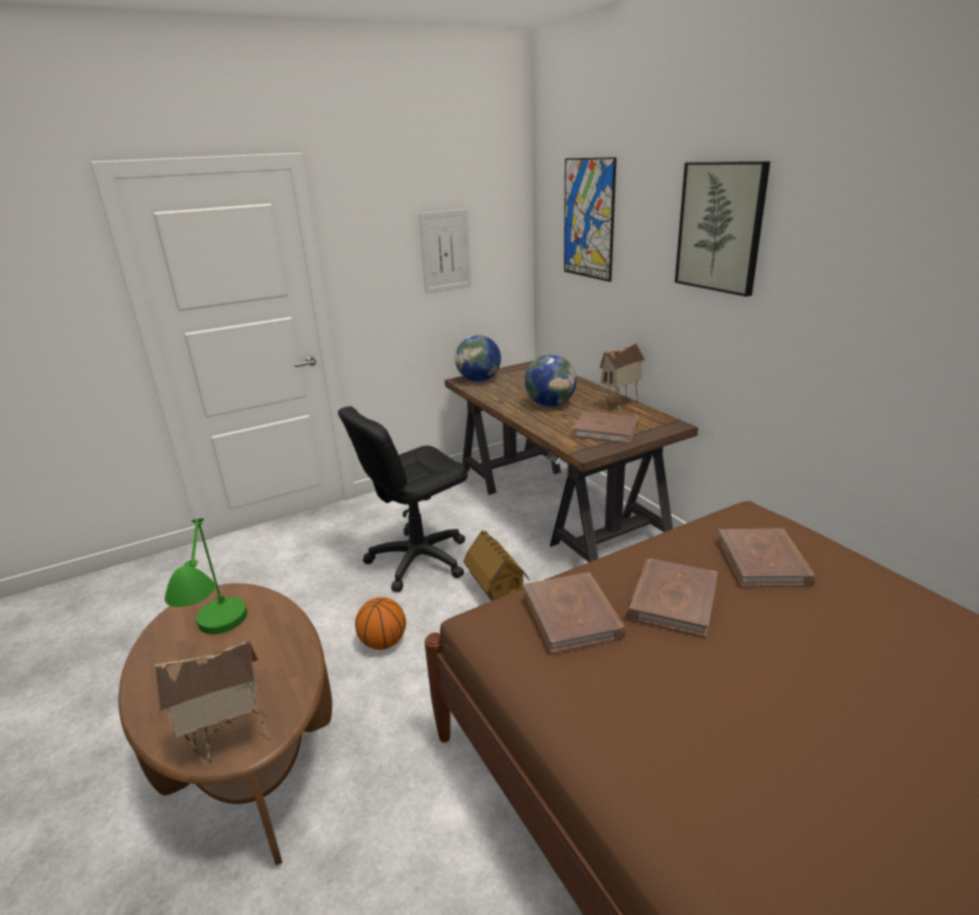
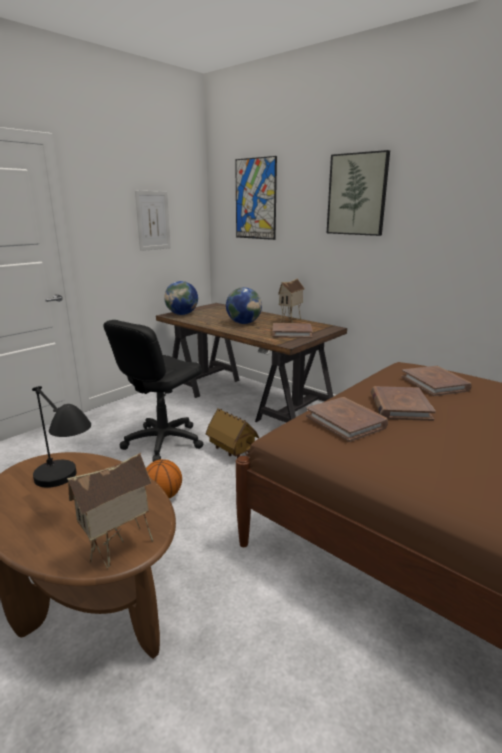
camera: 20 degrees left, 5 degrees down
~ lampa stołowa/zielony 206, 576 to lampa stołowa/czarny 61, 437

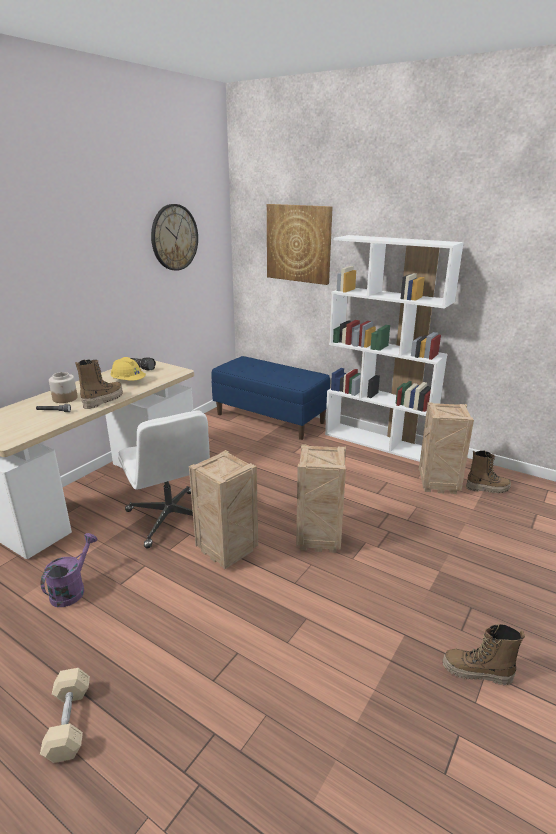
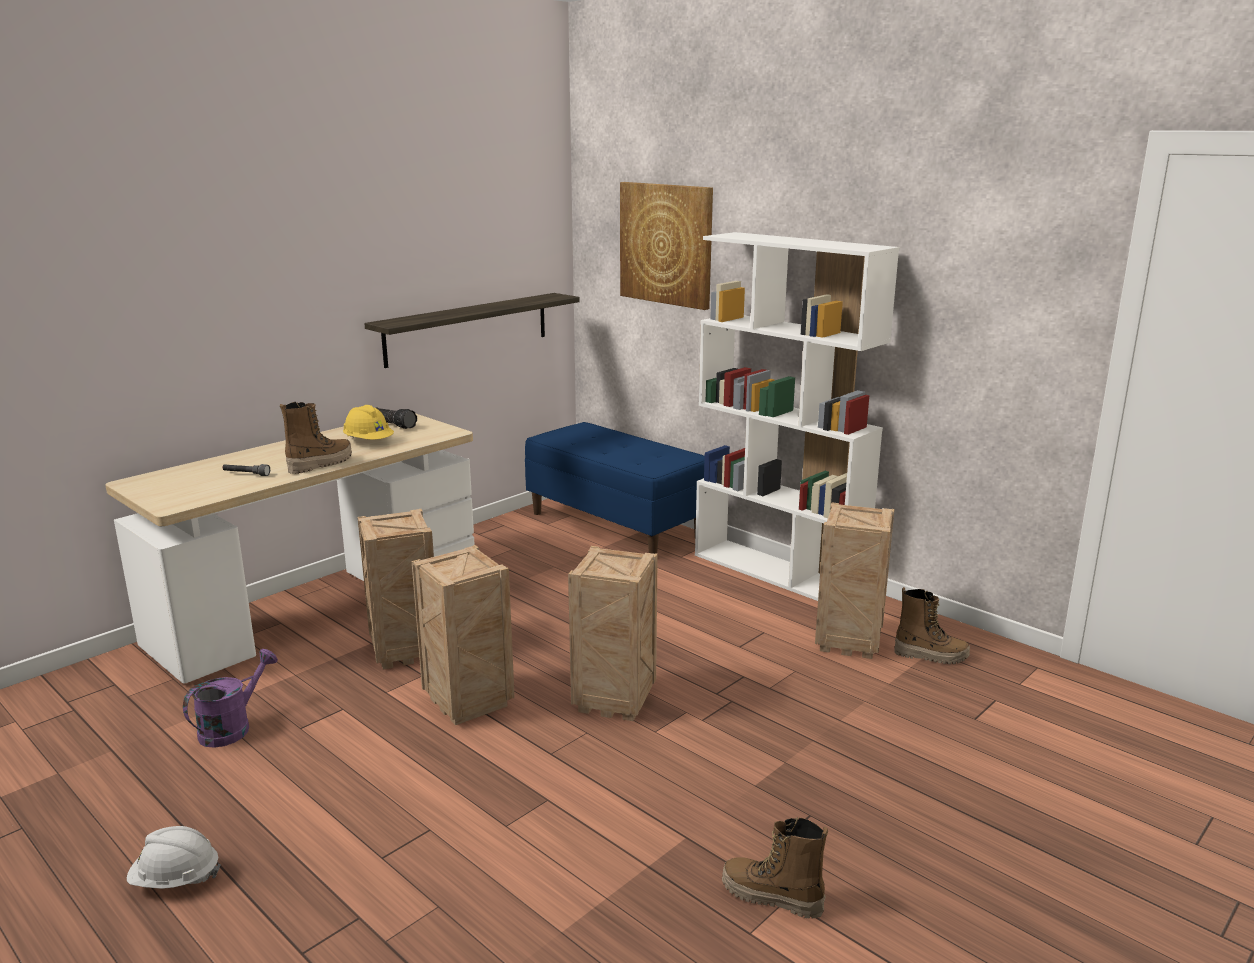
camera: 10 degrees right, 5 degrees down
- zegar ścienny 174, 237
- słoik 63, 387
~ krzesło biurowe/biały 164, 479 to skrzynka 395, 589
~ hantel/beżowy 65, 715 to kask/biały 174, 857
+ półka 472, 330

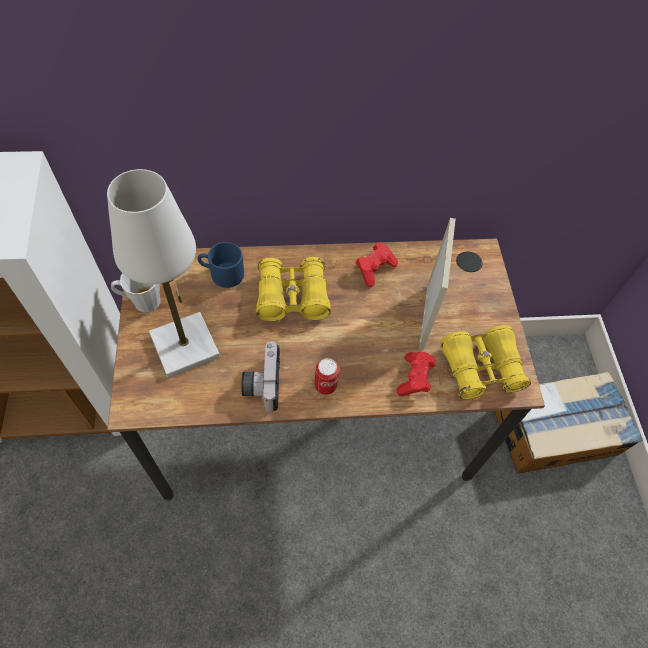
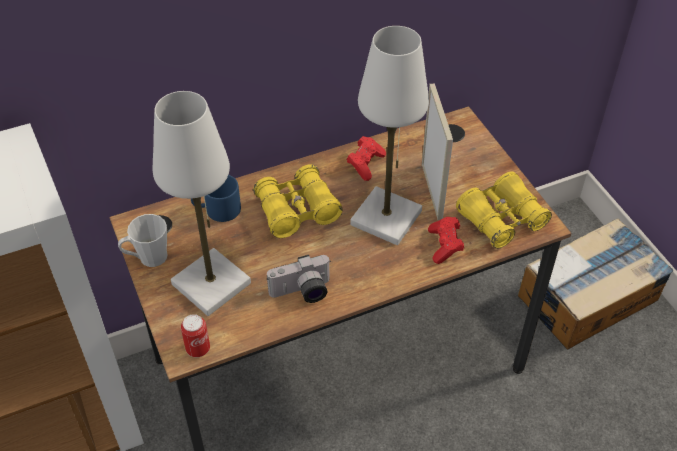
camera: 15 degrees left, 10 degrees down
~ aparat fotograficzny 260, 376 = 298, 279 90 degrees counterclockwise
~ puszka 326, 376 to 195, 335
+ lampa stołowa/biały 389, 135

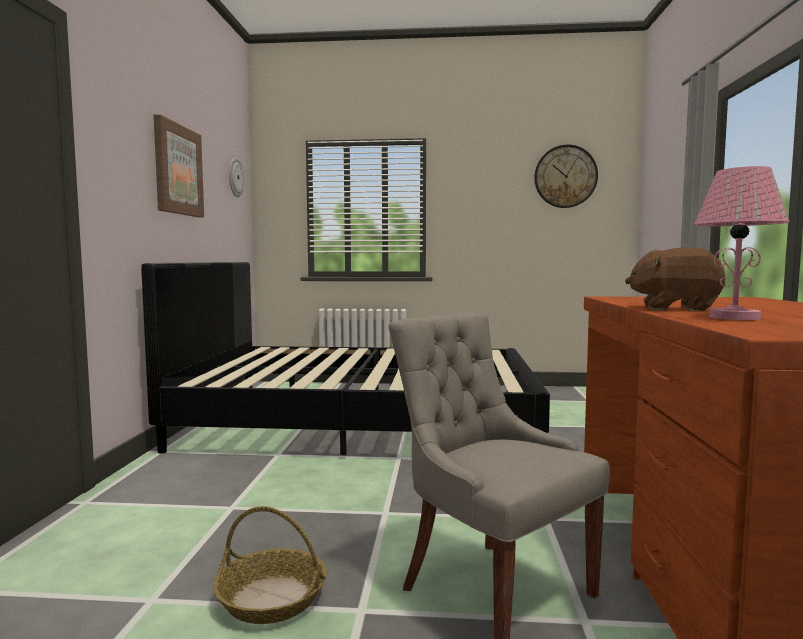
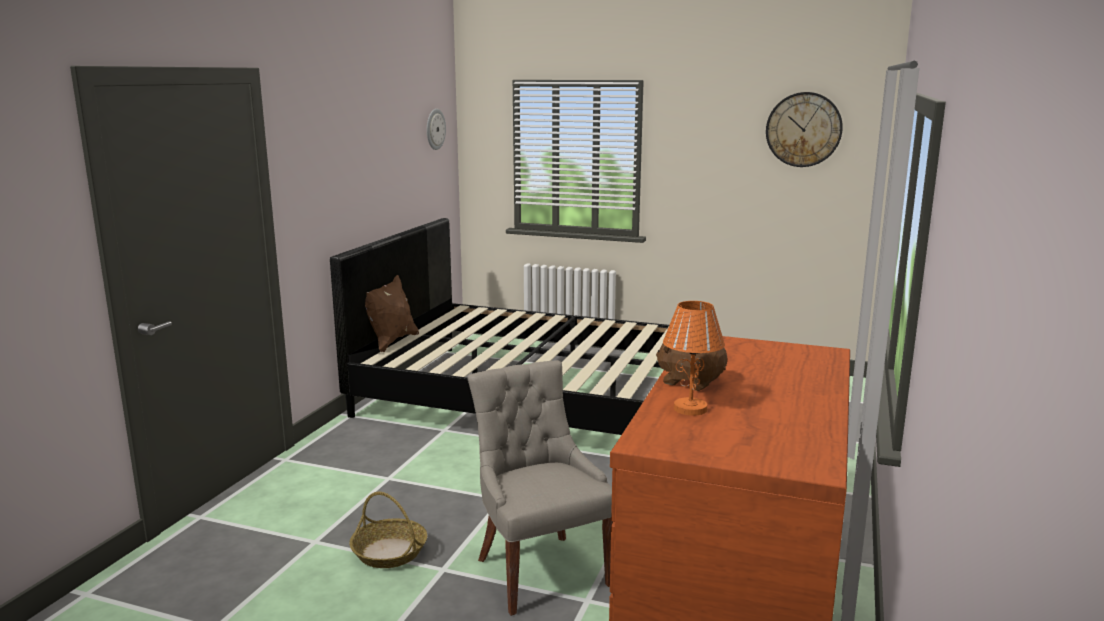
camera: 15 degrees right, 10 degrees up
- obraz 179, 166
~ lampa stołowa/różowy 742, 243 to lampa stołowa/pomarańczowy 694, 358
+ poduszka/brązowy 392, 313

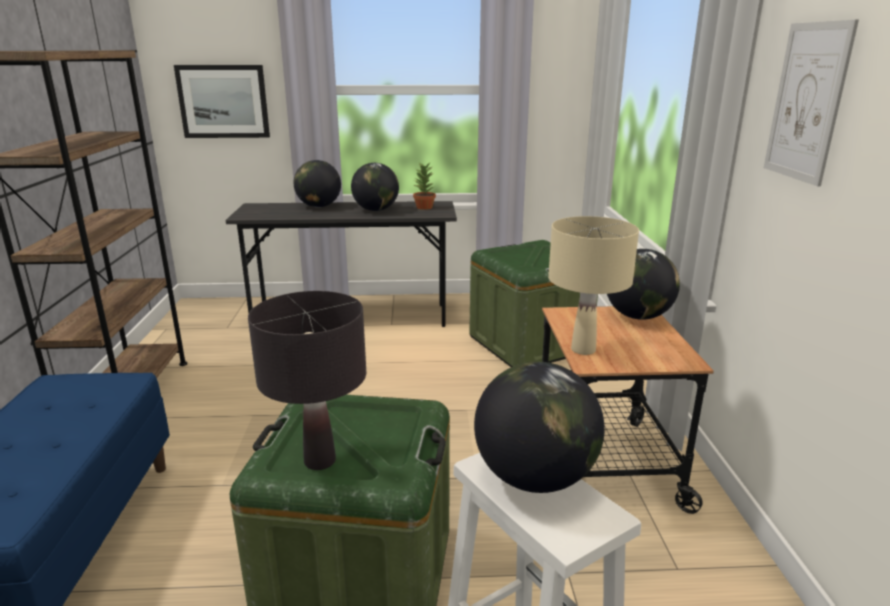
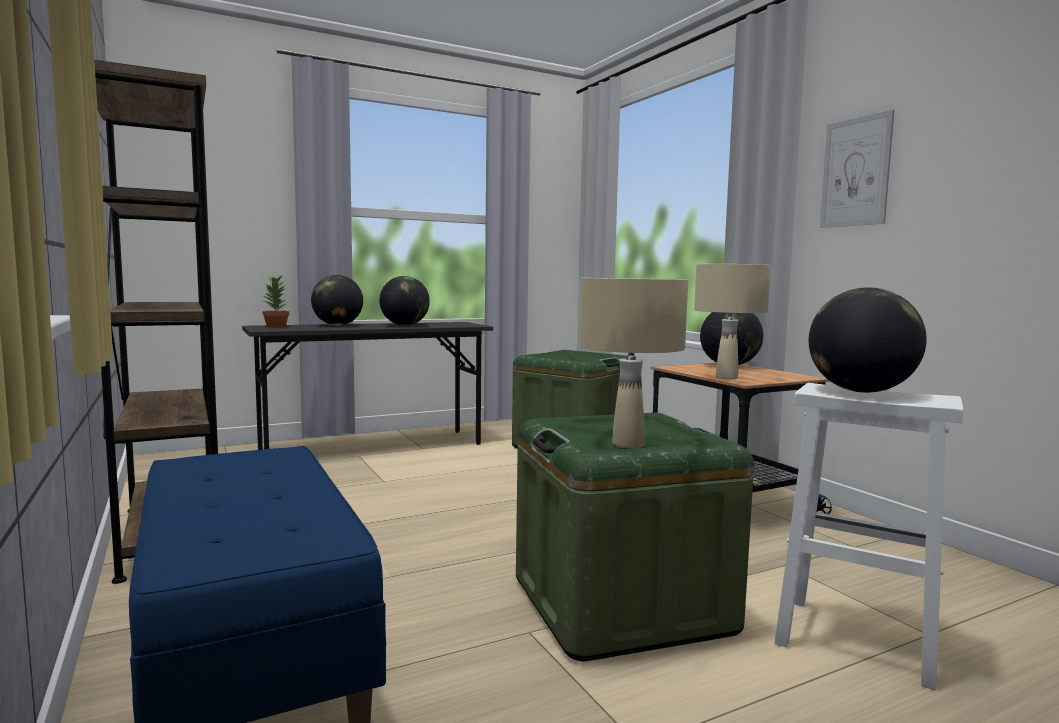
camera: 25 degrees left, 15 degrees down
- obraz 222, 101
~ roślina doniczkowa 424, 186 to 275, 301
~ lampa stołowa/czarny 307, 380 to lampa stołowa/beżowy 633, 363

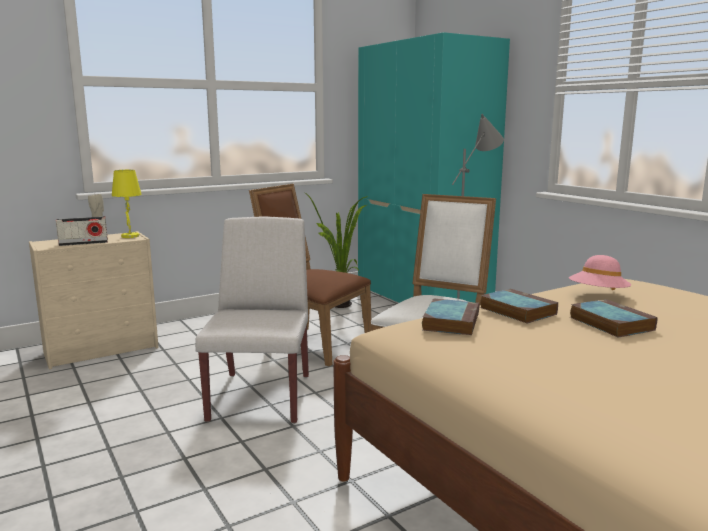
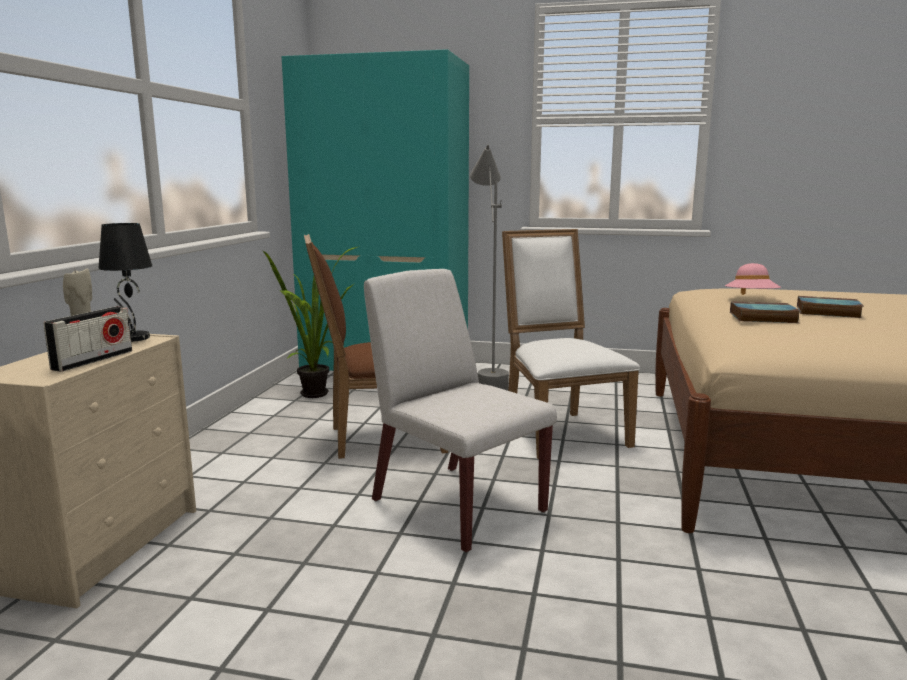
camera: 45 degrees left, 0 degrees up
~ lampa stołowa/żółty 127, 204 to lampa stołowa/czarny 125, 282
- książka 450, 317

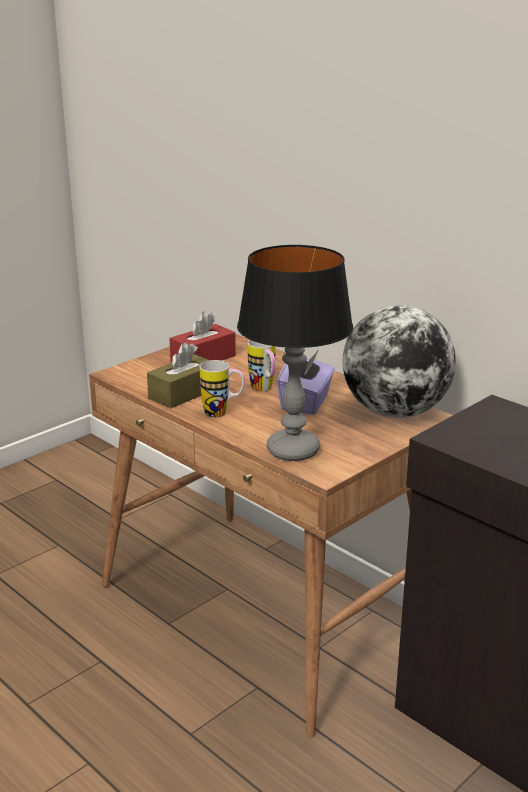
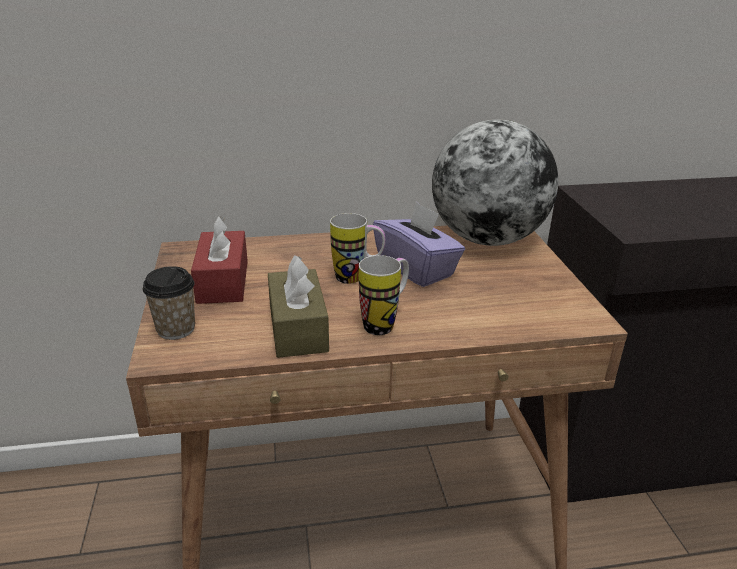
camera: 55 degrees left, 5 degrees up
- lampa stołowa 295, 353
+ filiżanka 169, 303

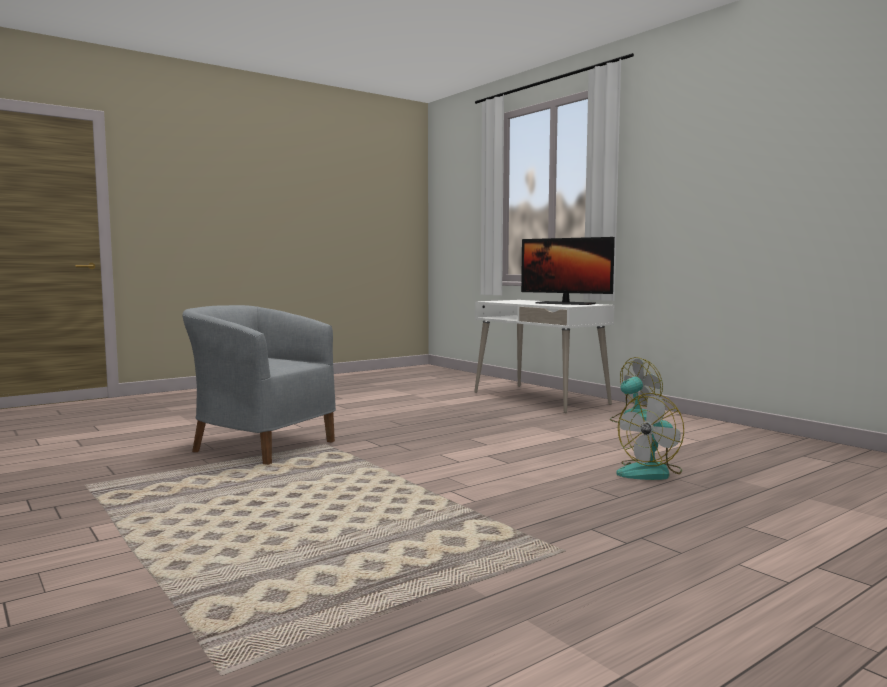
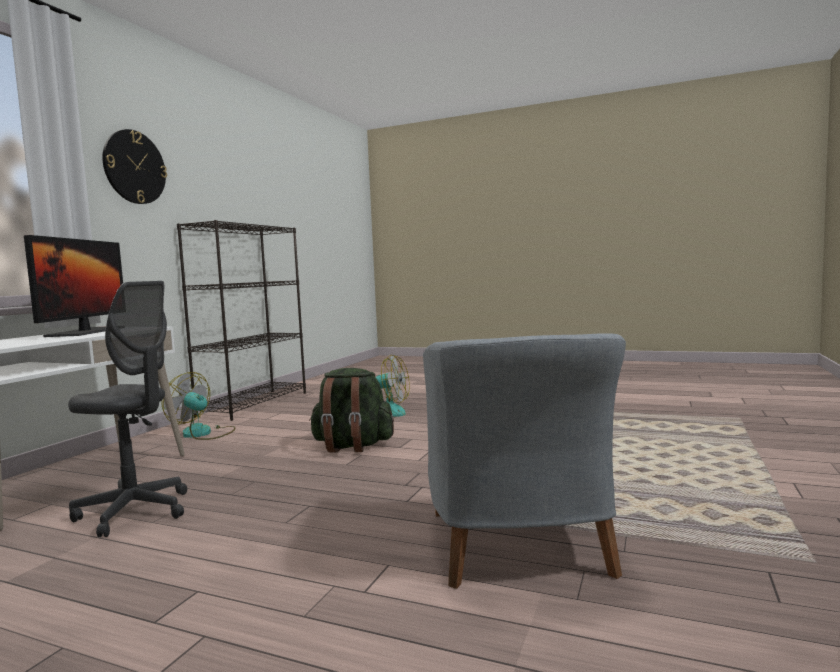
camera: 120 degrees left, 0 degrees up
+ zegar ścienny 134, 166
+ regał/czarny 241, 320
+ krzesło biurowe/szary 127, 409
+ plecak/zielony 351, 410

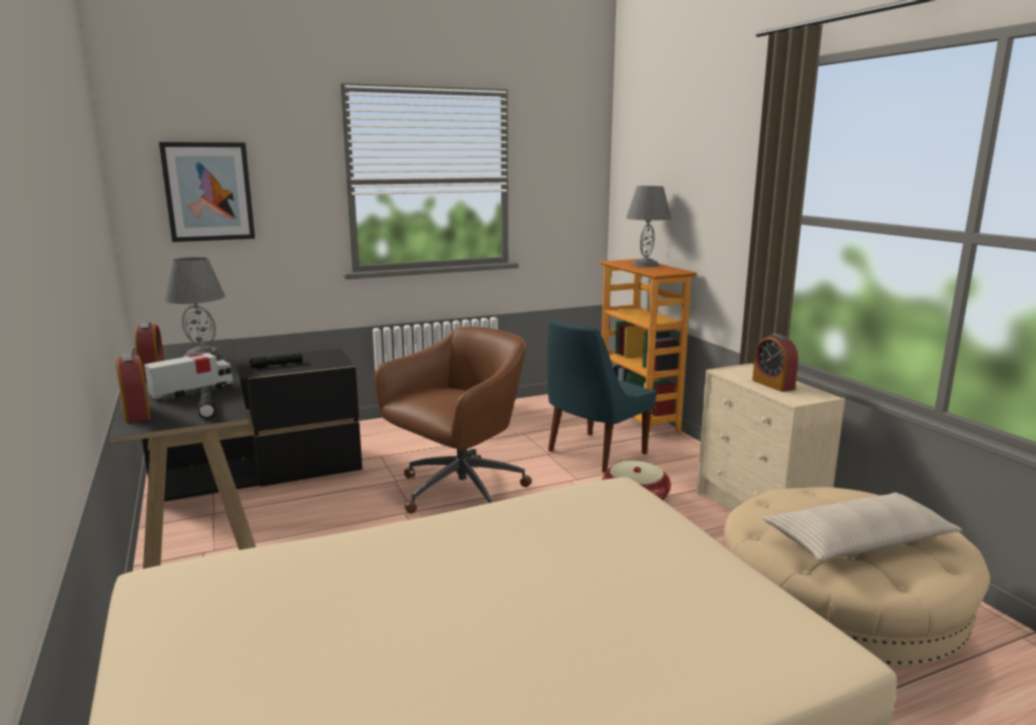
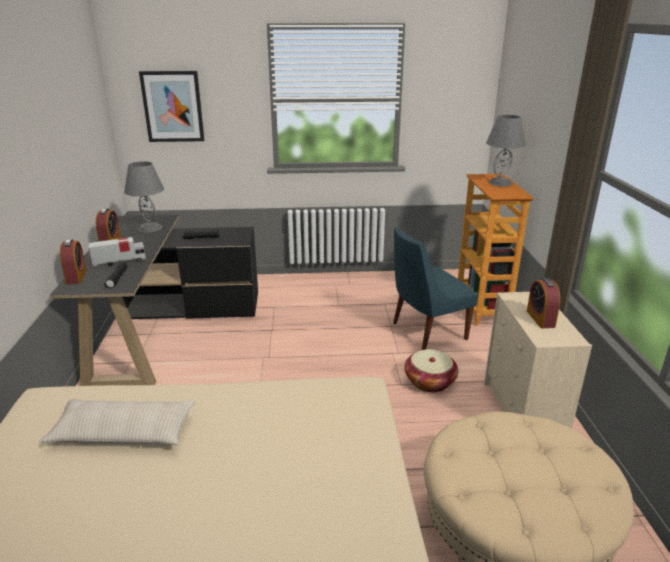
camera: 20 degrees right, 10 degrees up
- krzesło biurowe/brązowy 453, 420
~ poduszka/beżowy 862, 526 to 117, 422

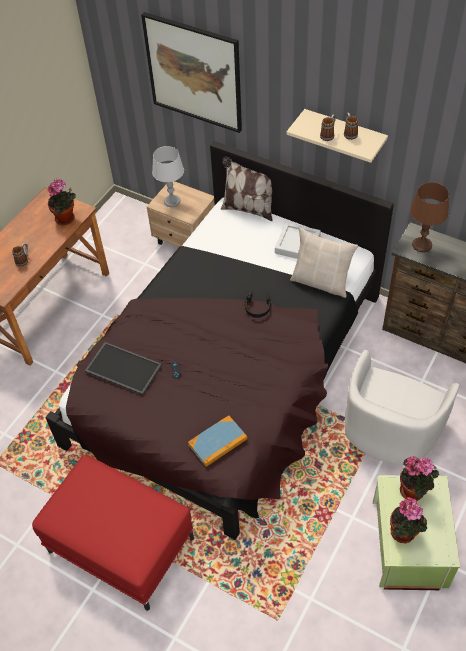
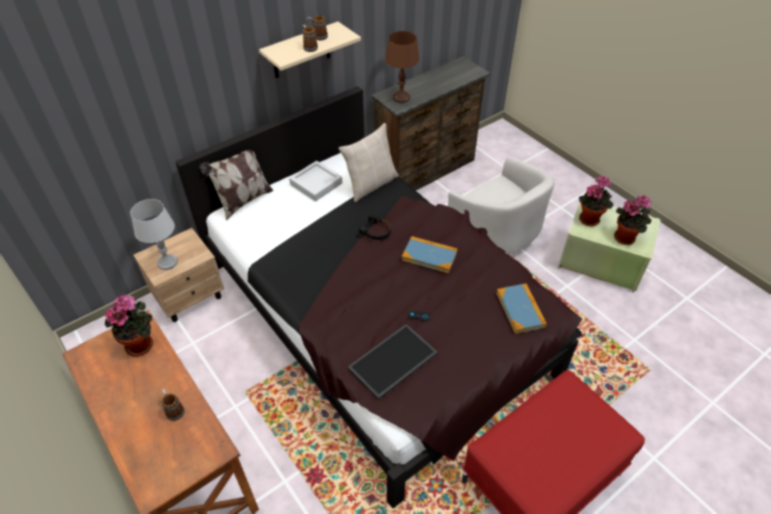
camera: 70 degrees left, 5 degrees down
- obraz 191, 72
+ książka 429, 255

